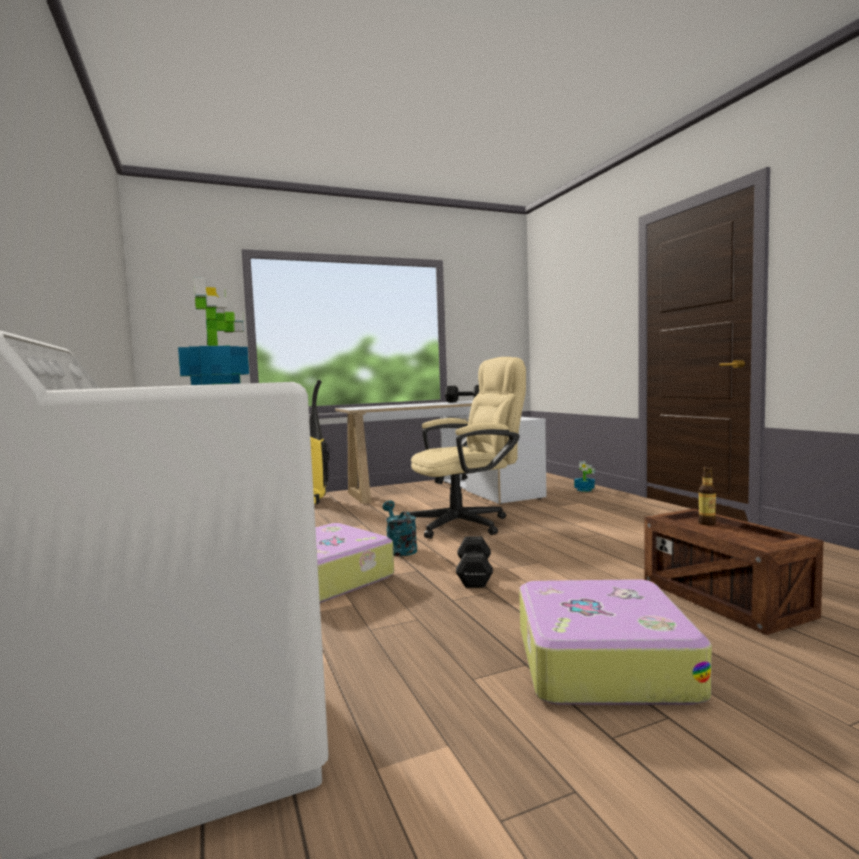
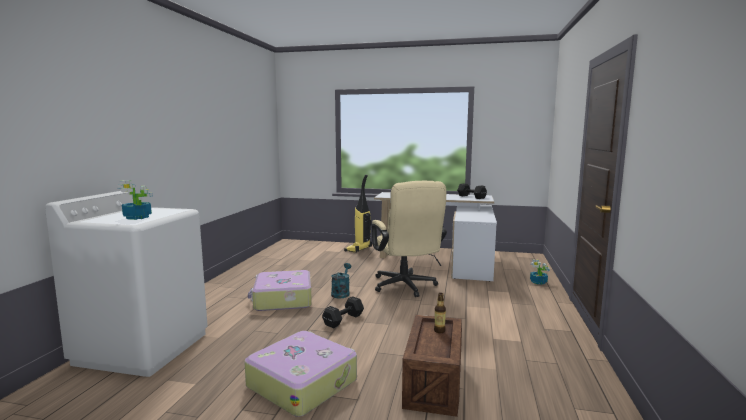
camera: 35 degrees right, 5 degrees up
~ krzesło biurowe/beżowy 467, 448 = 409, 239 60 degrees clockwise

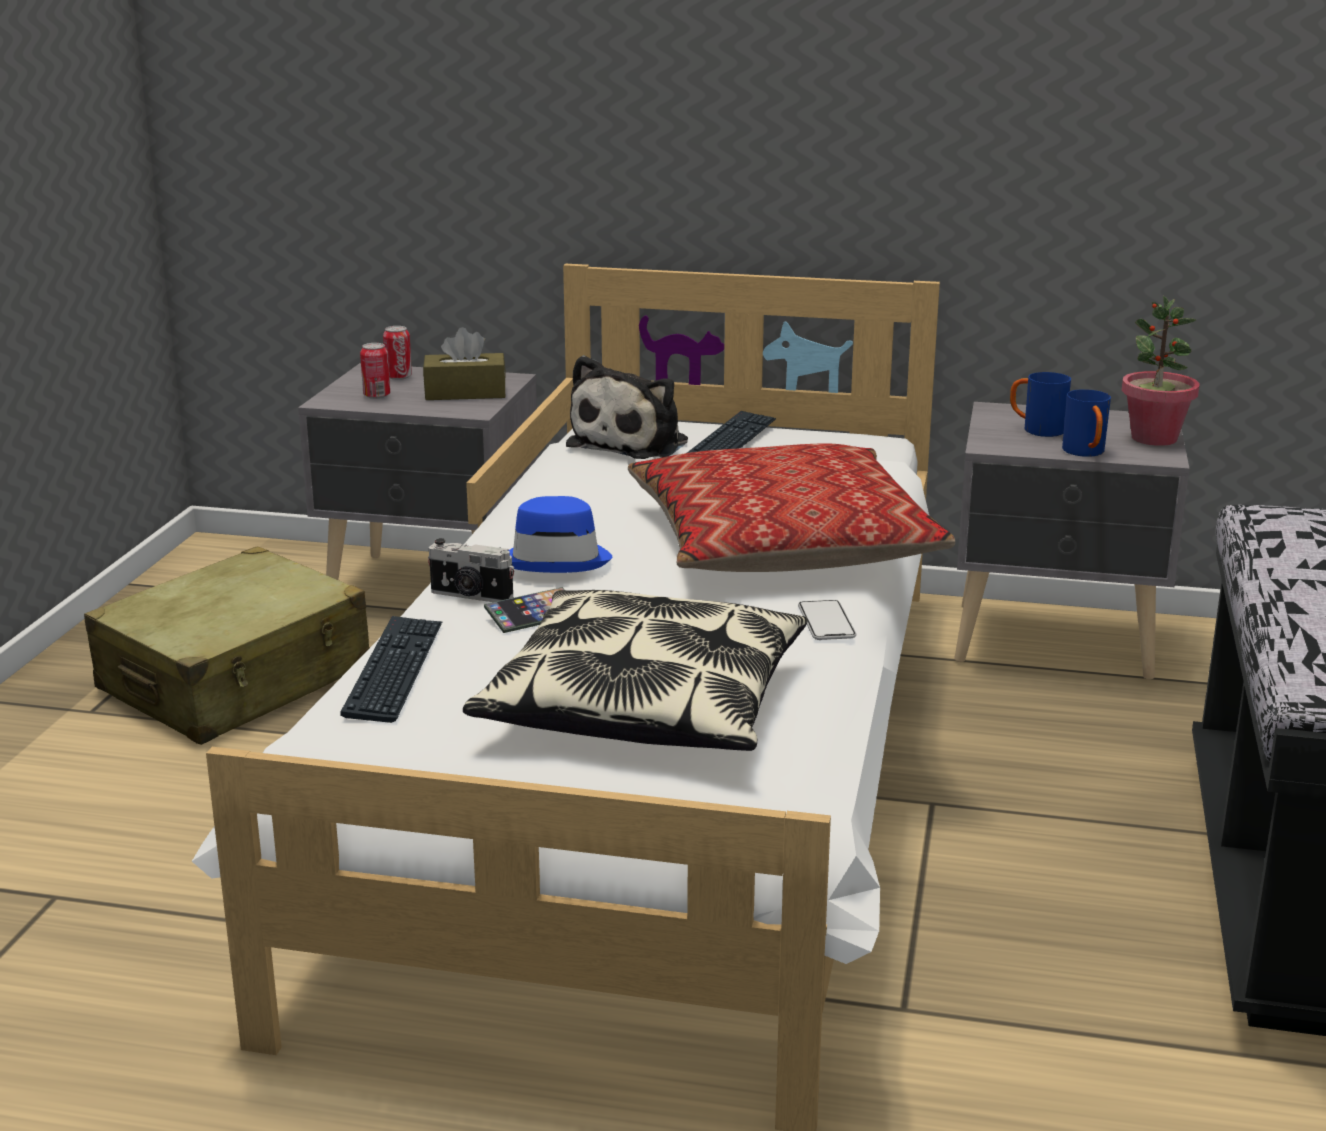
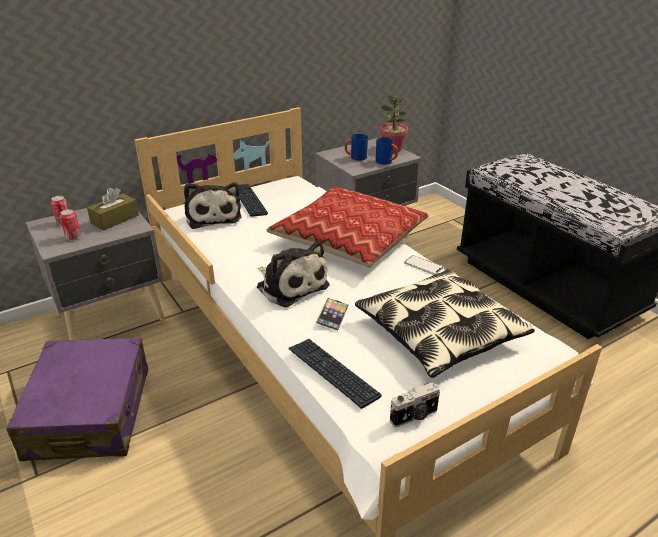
camera: 45 degrees left, 10 degrees up
~ kapelusz/niebieski 560, 534 to pluszak 293, 274
~ aparat fotograficzny 471, 570 to 415, 404
~ walizka/beżowy 227, 646 to walizka/fioletowy 77, 399

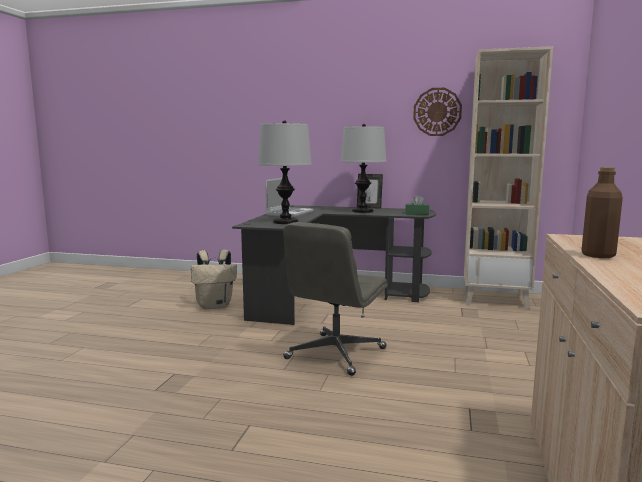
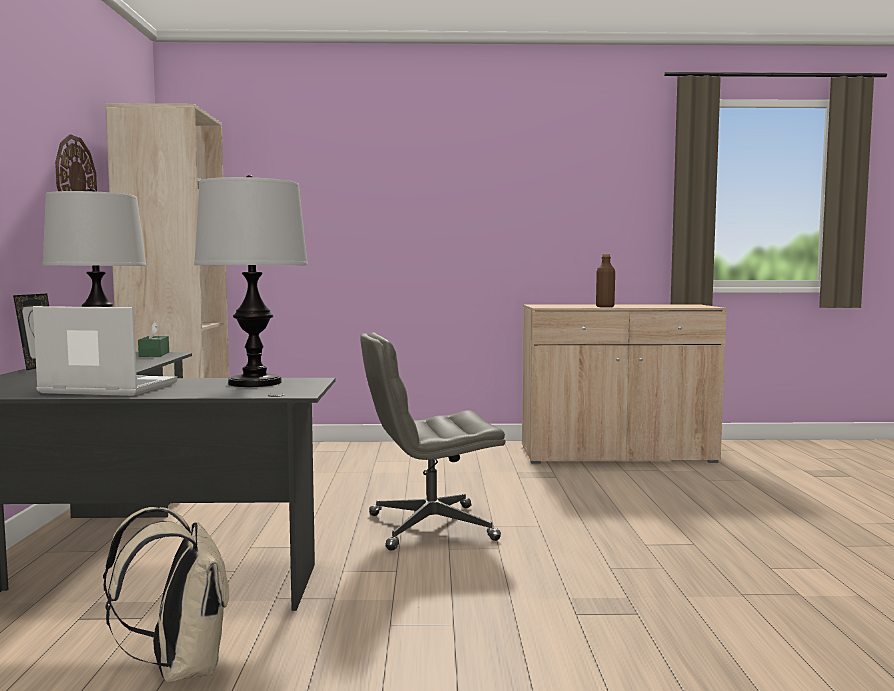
camera: 105 degrees left, 5 degrees down
~ krzesło biurowe/szary 335, 299 = 433, 441 150 degrees clockwise

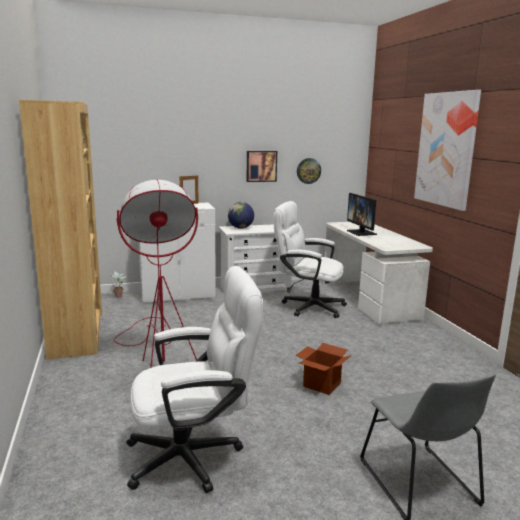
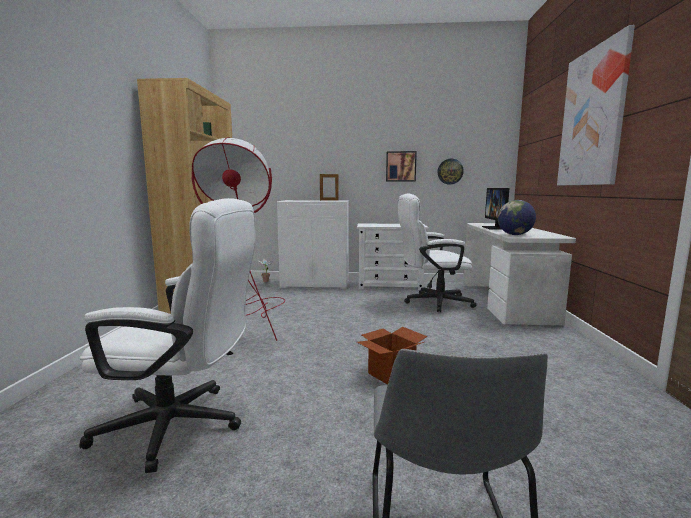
camera: 20 degrees right, 5 degrees down
~ krzesło biurowe/biały 310, 259 = 437, 252 45 degrees counterclockwise
~ globus 241, 215 to 517, 217

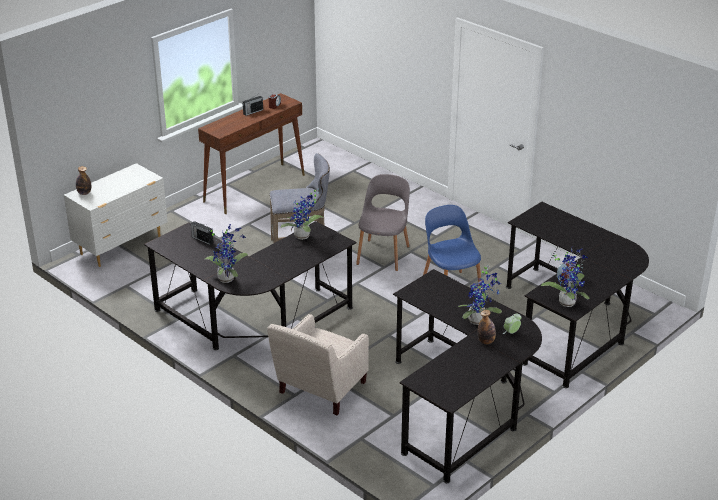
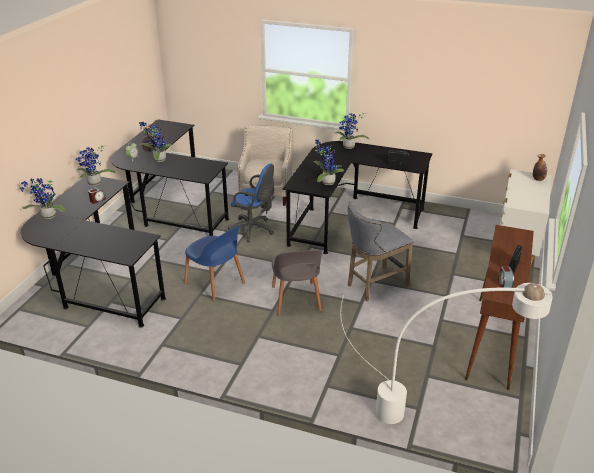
camera: 155 degrees right, 0 degrees up
+ krzesło biurowe/niebieski 250, 202
+ roślina doniczkowa 42, 198
+ lampa stojąca/biały 446, 353

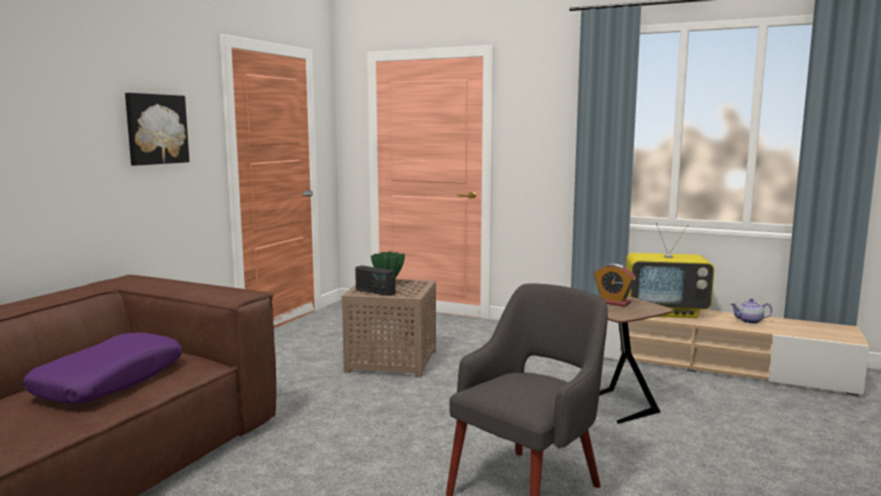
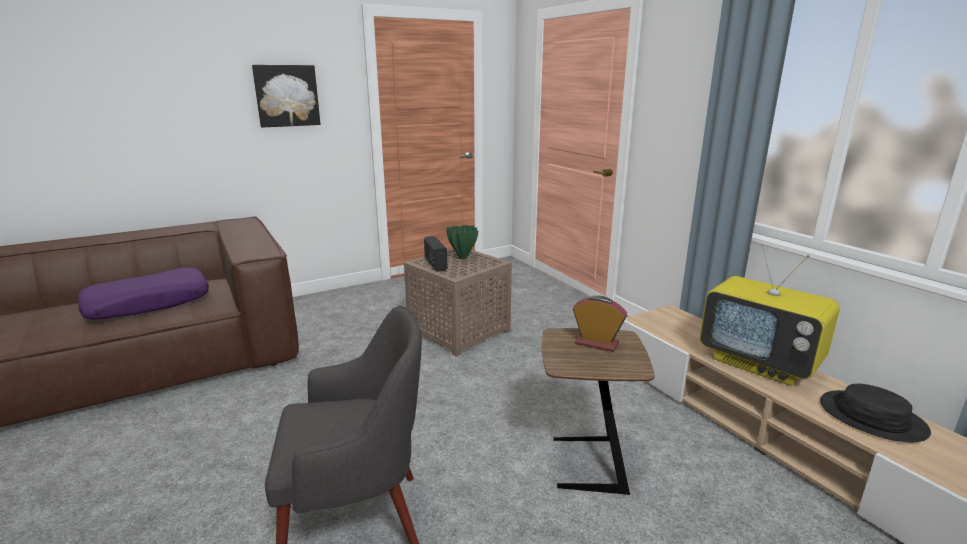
camera: 35 degrees right, 10 degrees up
~ budzik 615, 285 = 600, 323 135 degrees clockwise
~ imbryk 751, 311 to kapelusz/czarny 875, 413

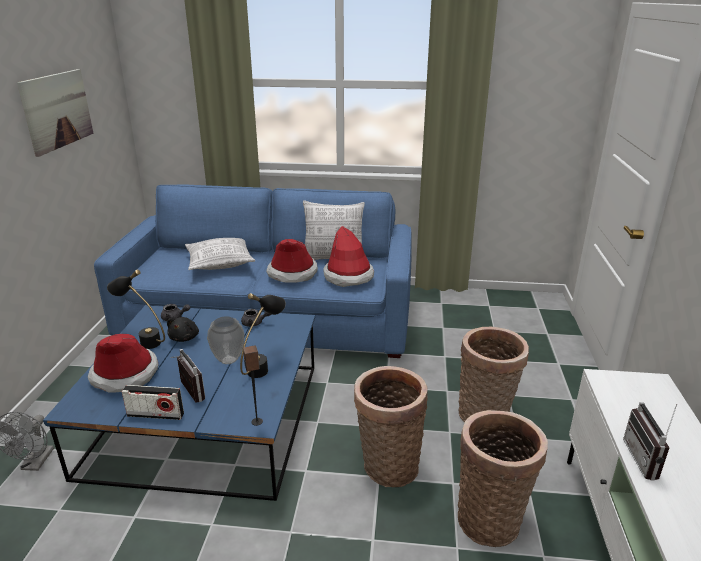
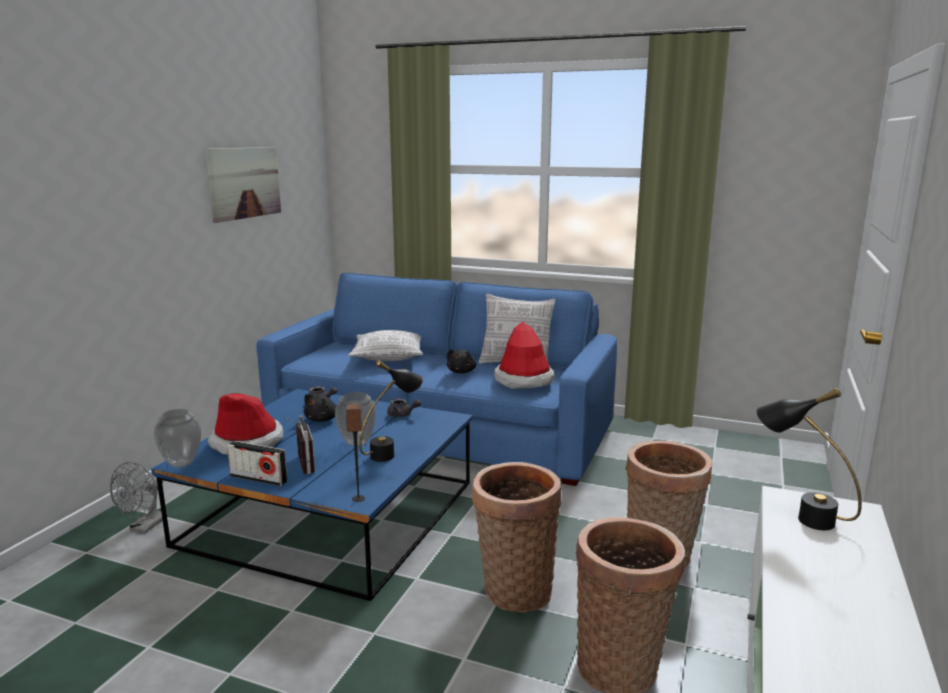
camera: 15 degrees right, 10 degrees down
~ kapelusz 292, 261 to pluszak/czarny 462, 361
~ lampa stołowa/czarny 136, 309 to 809, 459
- radio 650, 441
+ wazon 177, 438

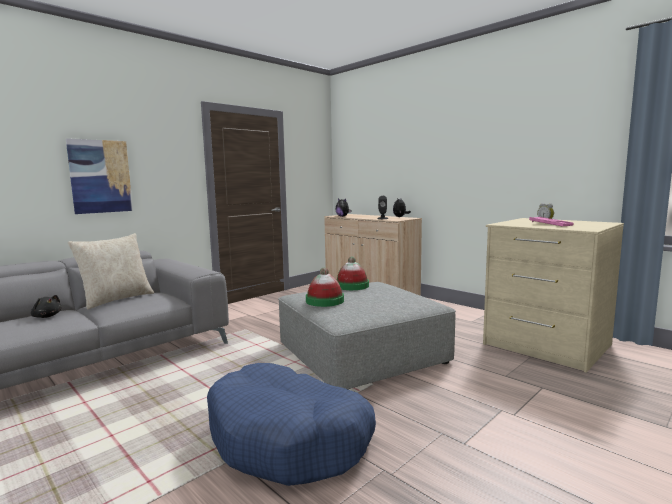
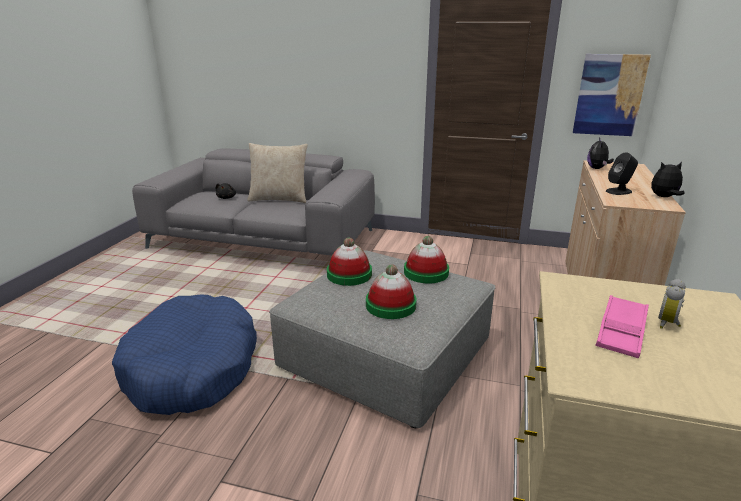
camera: 60 degrees right, 15 degrees up
~ obraz 99, 176 to 612, 95
+ kapelusz 391, 291

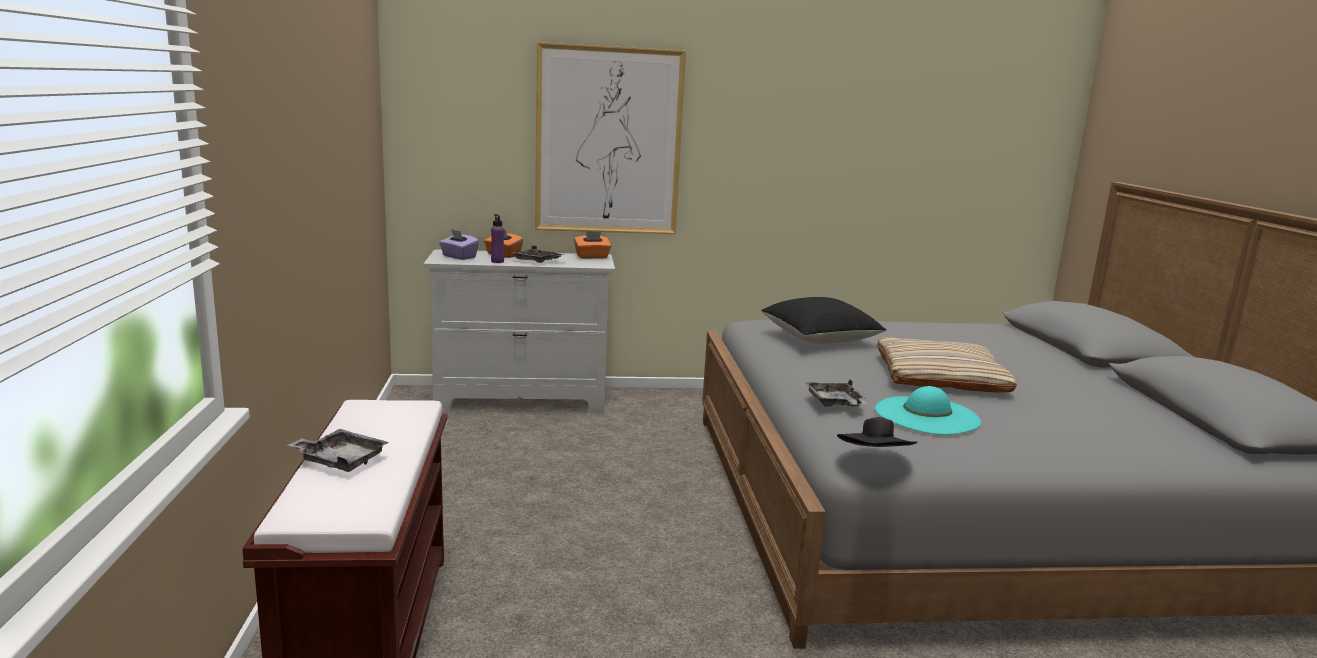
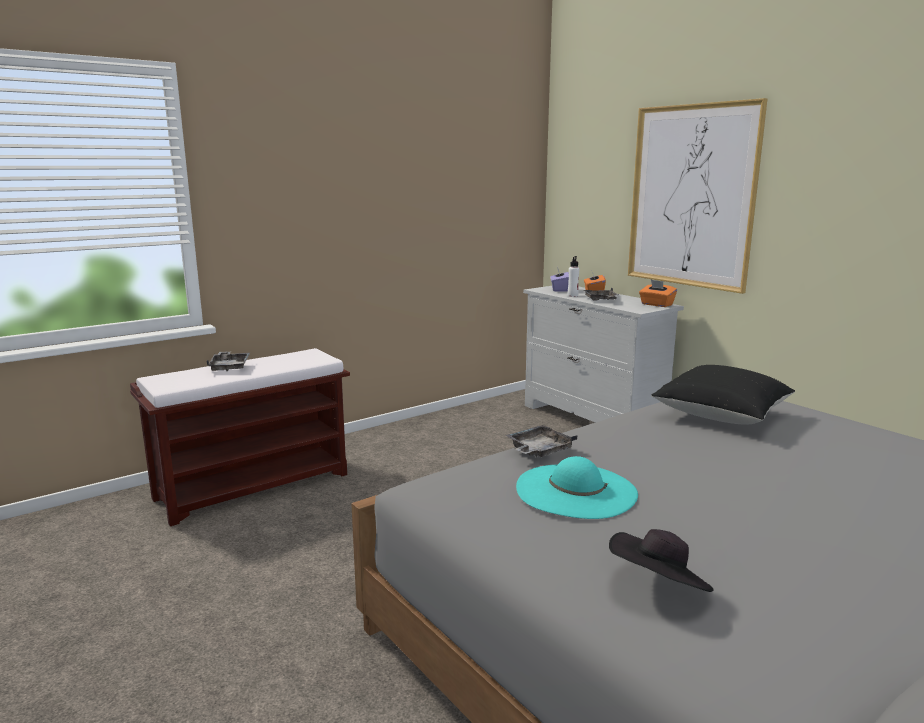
camera: 60 degrees right, 0 degrees up
~ butelka/fioletowy 497, 238 to butelka/biały 573, 276
- poduszka/beżowy 947, 365
~ kapelusz/czarny 877, 432 to 661, 560

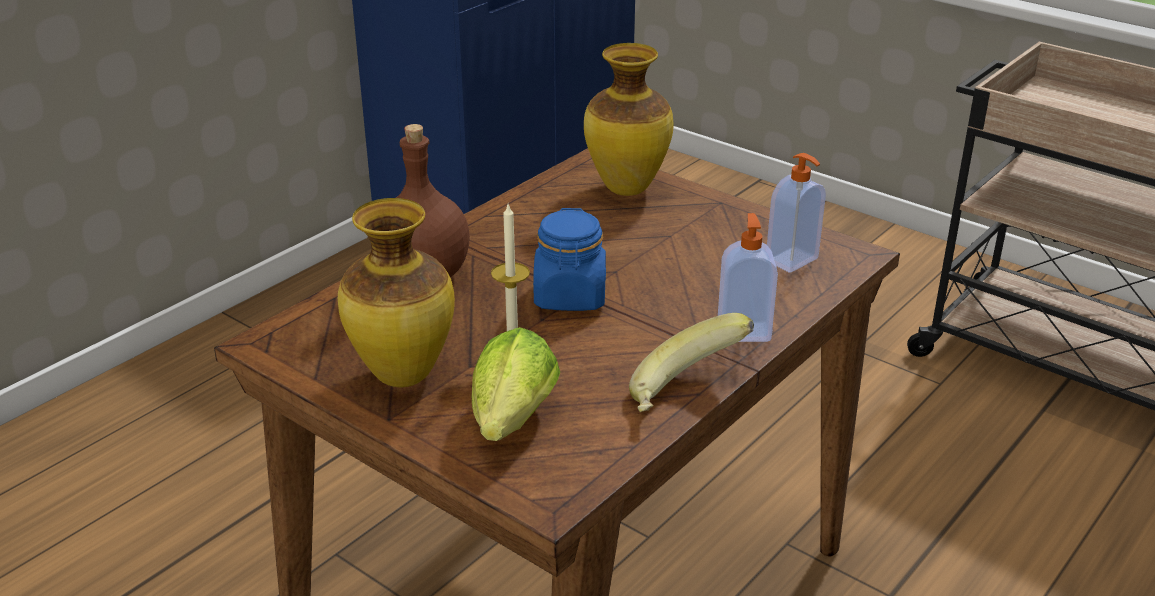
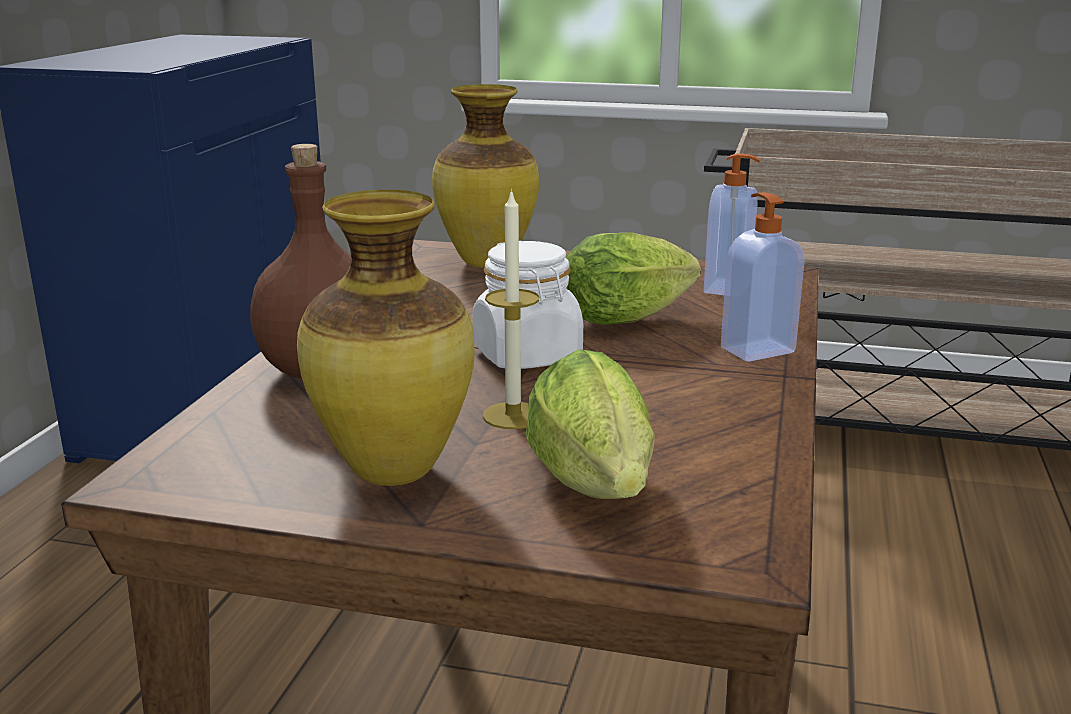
camera: 25 degrees left, 10 degrees down
~ słoik/niebieski 569, 259 to słoik/biały 528, 305
- banan 691, 362
+ sałata 633, 278

